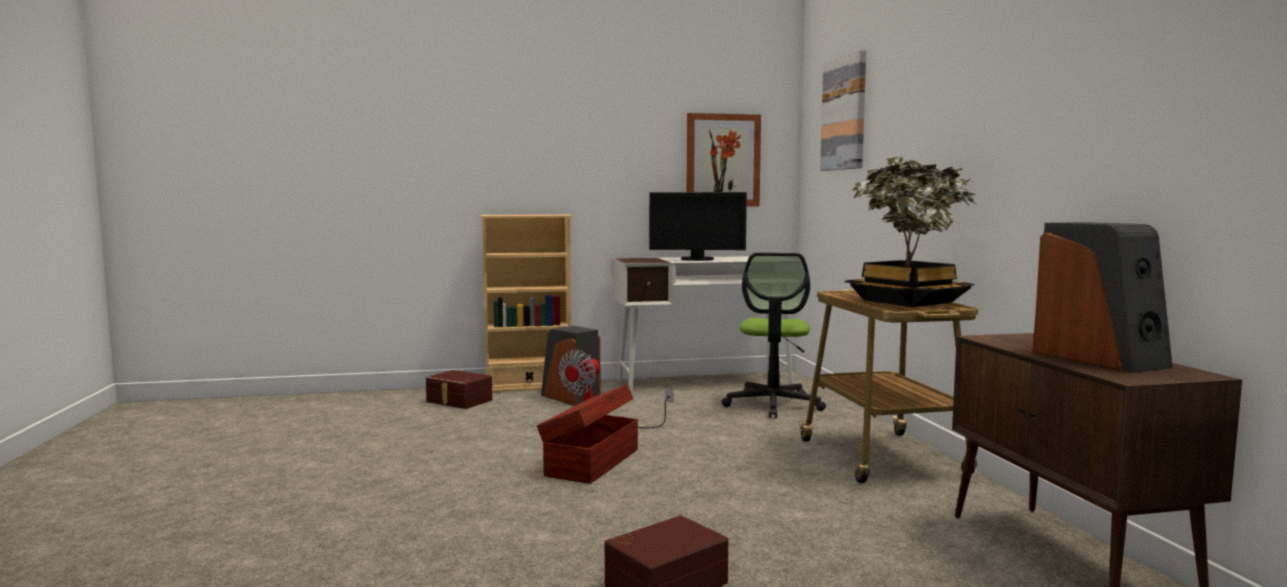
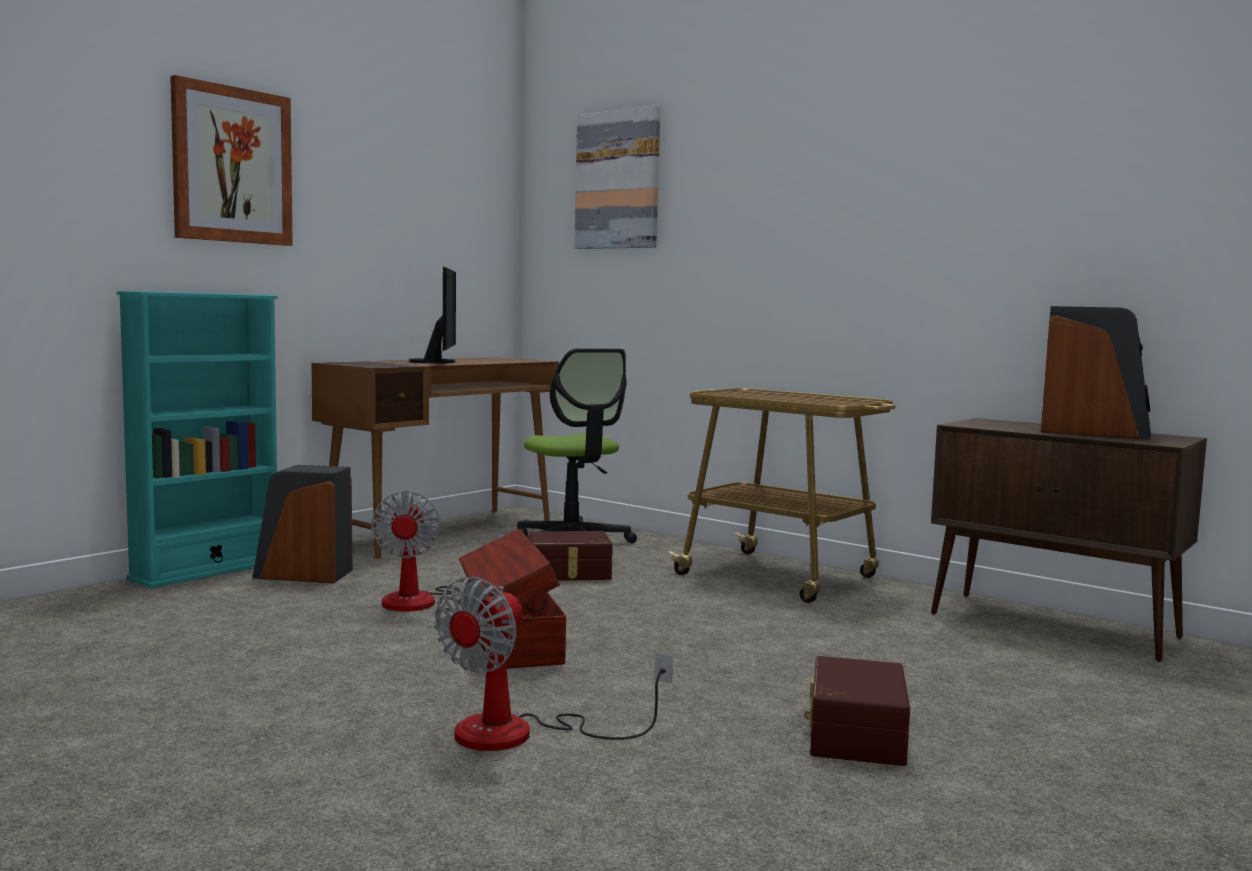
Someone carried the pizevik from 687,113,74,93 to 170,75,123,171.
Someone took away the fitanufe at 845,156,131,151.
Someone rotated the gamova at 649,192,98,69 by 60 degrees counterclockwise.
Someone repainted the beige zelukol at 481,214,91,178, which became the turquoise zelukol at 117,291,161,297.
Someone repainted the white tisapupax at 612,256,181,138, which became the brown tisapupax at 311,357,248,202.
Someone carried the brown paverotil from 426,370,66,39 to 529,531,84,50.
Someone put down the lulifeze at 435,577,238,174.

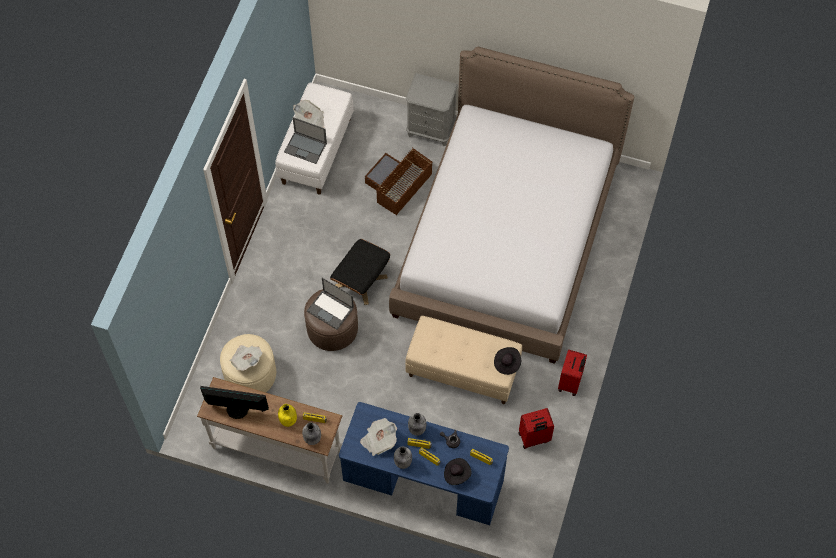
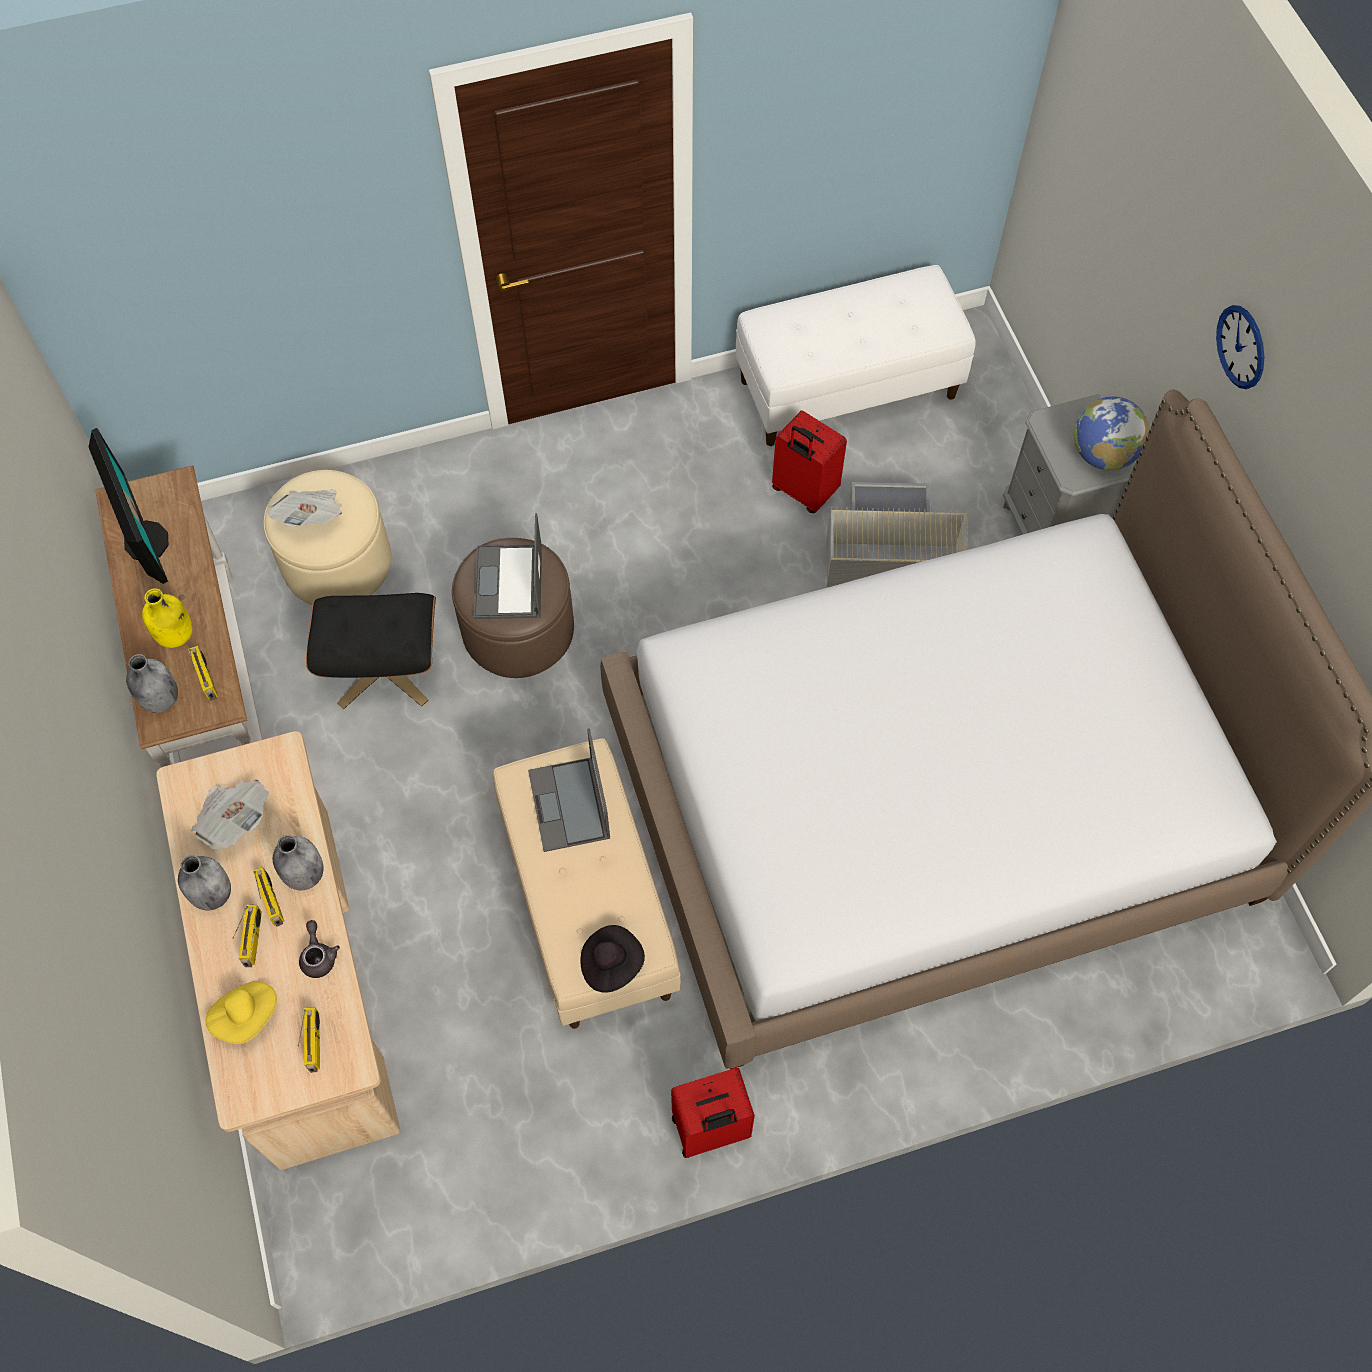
Someone took away the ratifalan at 293,100,31,28.
Someone carried the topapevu from 284,117,43,47 to 528,728,82,124.
Someone repainted the brown paverotil at 365,148,67,67, which became the grey paverotil at 826,482,142,105.
Someone carried the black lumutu from 330,239,60,66 to 306,593,130,116.
Someone repainted the blue tisapupax at 339,402,170,123, which became the beige tisapupax at 156,731,244,439.
Someone carried the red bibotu from 518,408,36,41 to 772,411,75,102.
Someone repainted the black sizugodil at 444,458,27,27, which became the yellow sizugodil at 205,981,72,63.
Someone put up the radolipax at 1216,305,48,84.
Someone put down the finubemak at 1074,397,75,73.

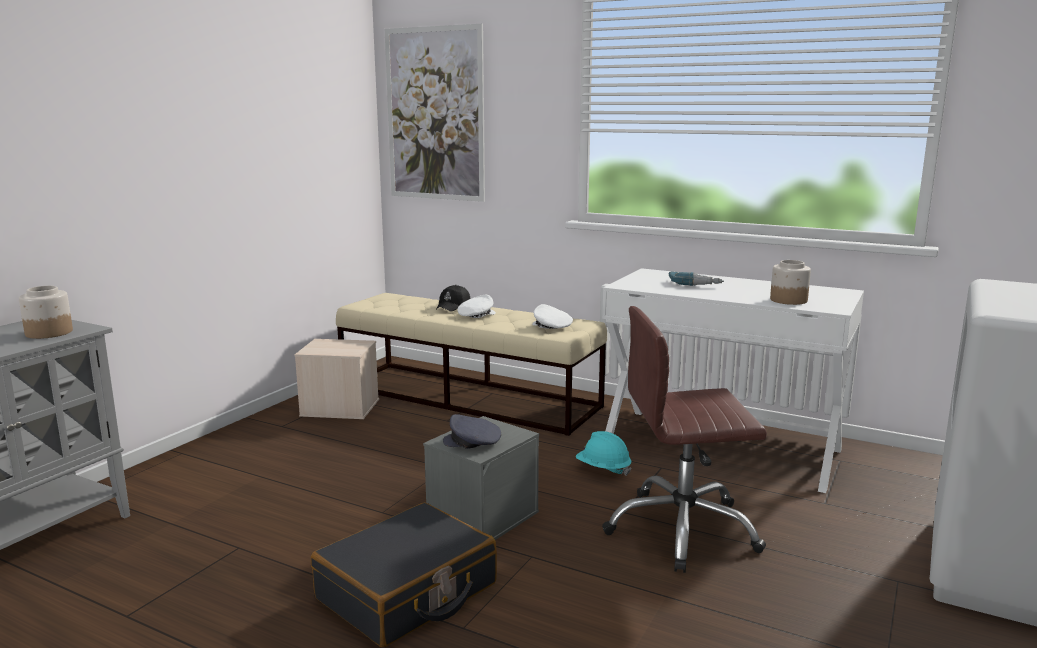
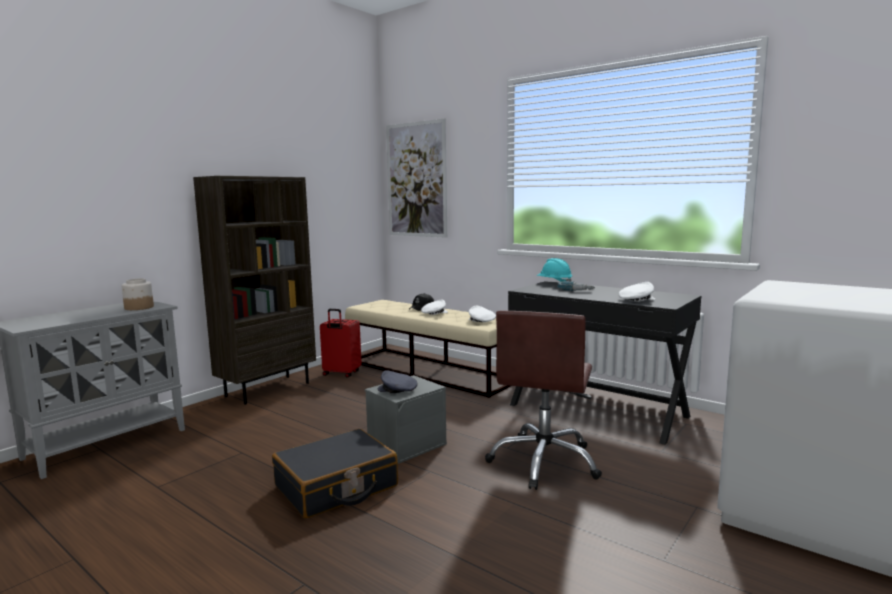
Someone swapped the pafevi at 770,260,41,45 for the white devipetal at 619,282,36,20.
Someone repainted the white tisapupax at 602,268,262,225, which became the black tisapupax at 508,281,193,164.
Someone rotated the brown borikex at 602,306,165,267 by 75 degrees counterclockwise.
Someone swapped the beige paverotil at 294,339,85,80 for the red bibotu at 320,309,42,69.
Someone carried the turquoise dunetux from 576,431,55,45 to 537,258,35,24.
Someone put down the brown zelukol at 193,176,123,229.

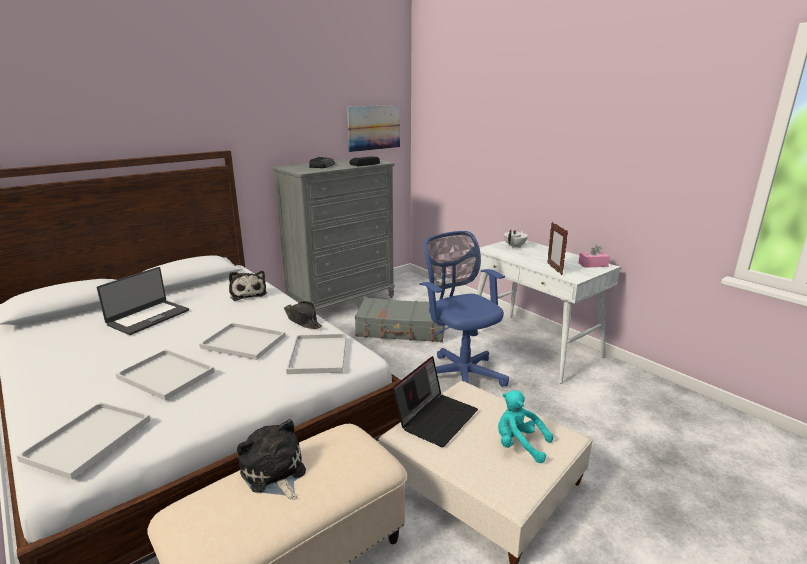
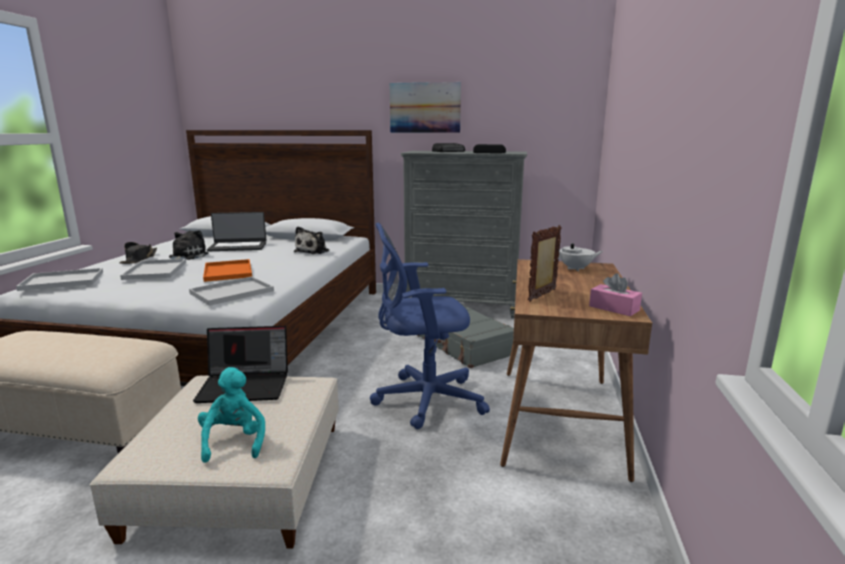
Someone carried the pizevik from 347,105,53,47 to 390,82,71,51.
Someone rotated the blue borikex at 420,231,89,156 by 120 degrees counterclockwise.
Someone repainted the white tisapupax at 476,240,144,143, which became the brown tisapupax at 500,259,152,223.
Someone carried the black sizugodil from 284,301,38,28 to 119,242,38,22.
Someone repainted the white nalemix at 199,323,87,37, which became the orange nalemix at 203,259,49,23.
Someone carried the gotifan from 237,419,69,81 to 169,230,40,30.

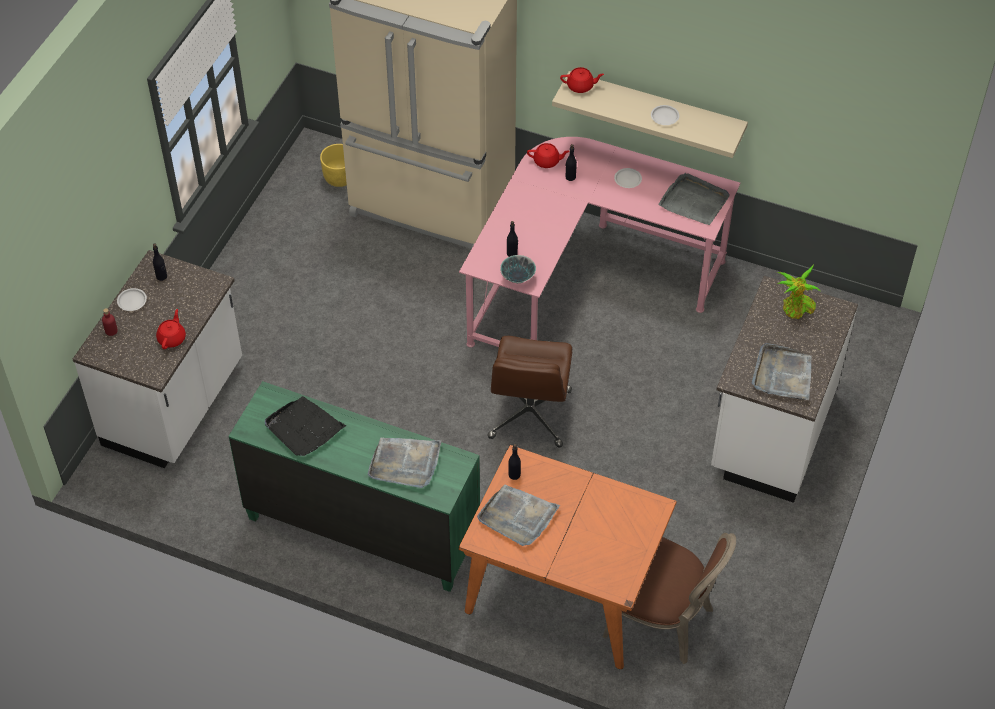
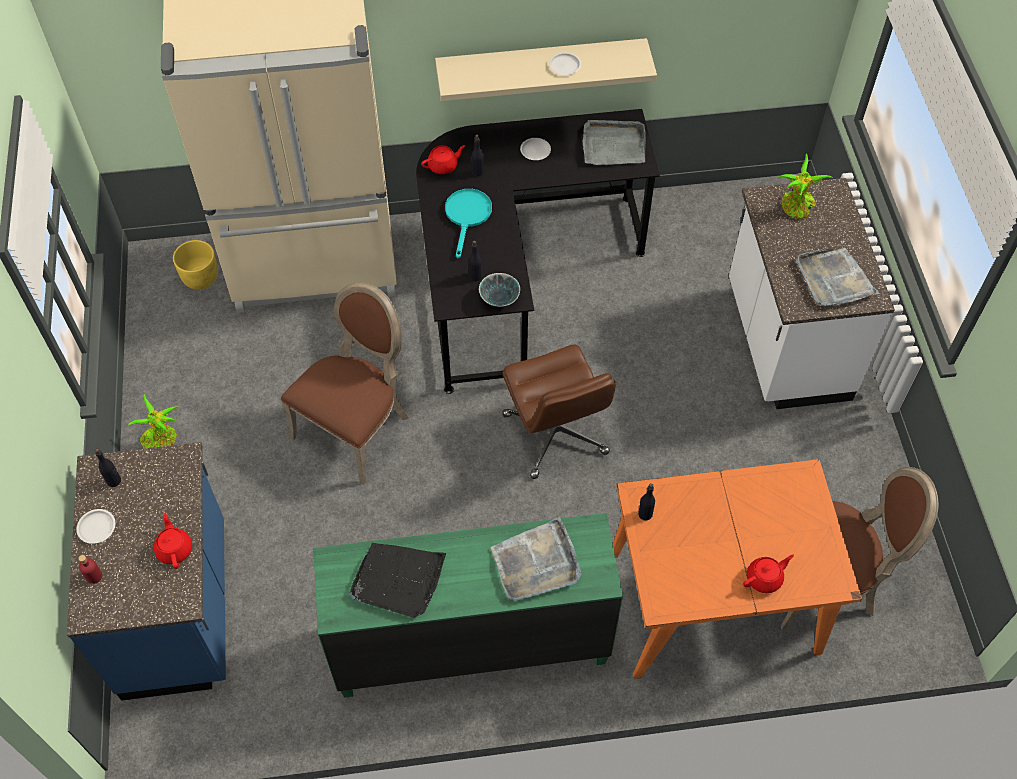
Someone carried the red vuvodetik from 560,67,44,26 to 743,555,51,38.
Someone repainted the pink tisapupax at 459,137,281,210, which became the black tisapupax at 416,109,244,285.
Someone repainted the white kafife at 73,250,169,218, which became the blue kafife at 67,442,159,259.
Someone took away the grey nalemix at 477,485,83,61.
Someone put down the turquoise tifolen at 445,189,47,69.
Someone put down the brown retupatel at 281,282,128,203.
Someone put down the fitanufe at 128,394,50,55.

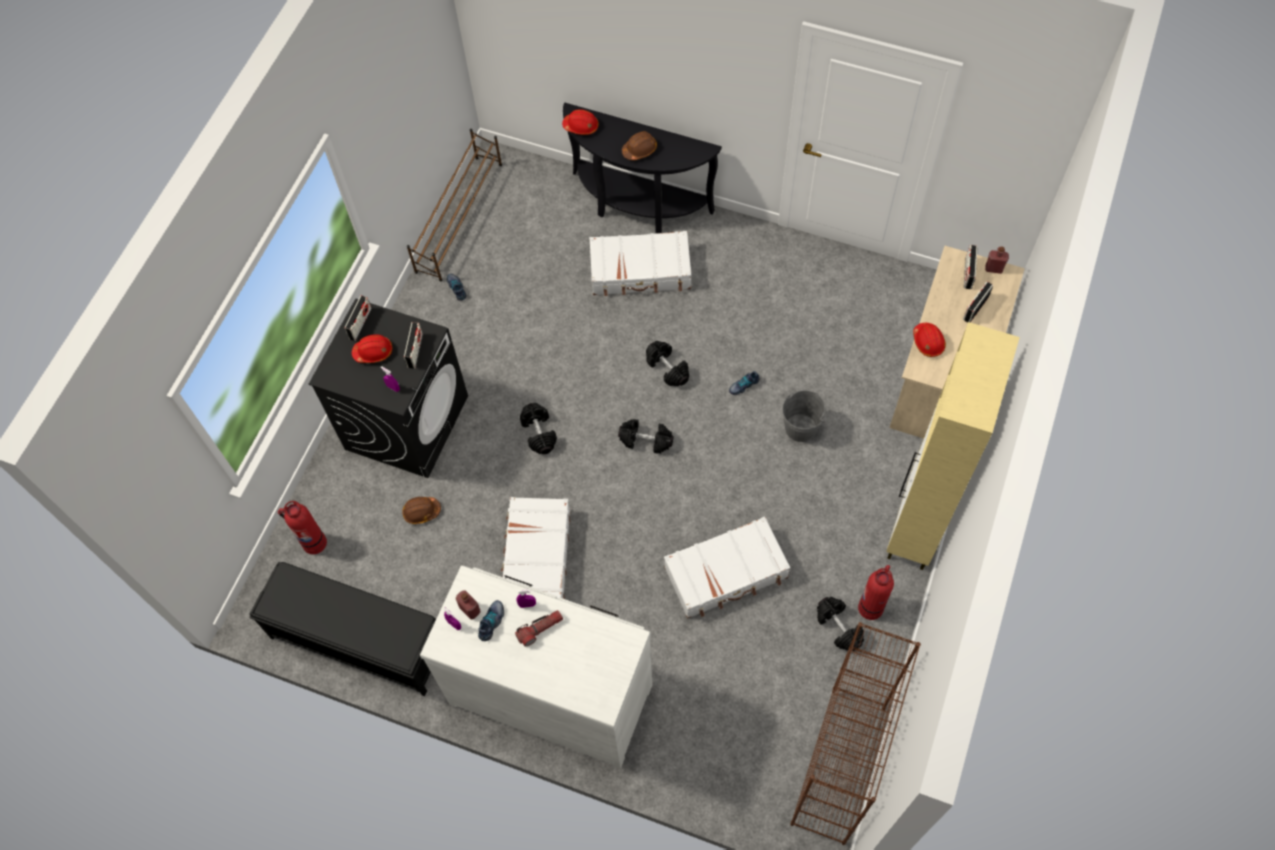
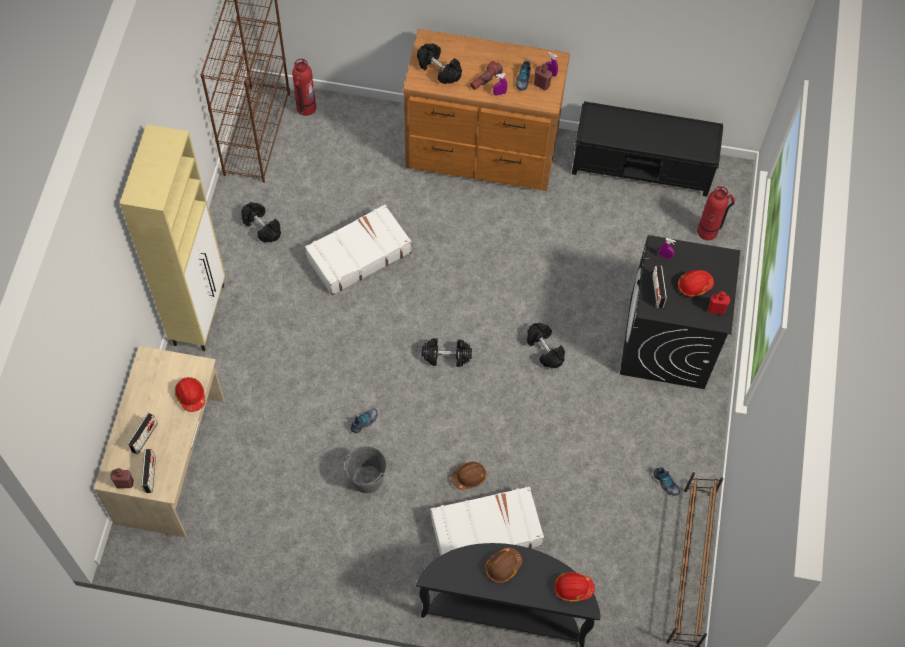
Someone swapped the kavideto at 344,296,28,45 for the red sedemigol at 708,291,22,24.
Someone carried the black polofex from 646,341,43,46 to 417,43,45,41.
Someone carried the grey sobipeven from 782,390,44,52 to 345,446,42,47.
Someone carried the brown dunetux from 402,497,39,27 to 451,462,36,28.
Someone took away the white bibotu at 501,497,70,102.
Someone repainted the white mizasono at 420,565,232,204, which became the brown mizasono at 403,29,167,162.
Someone carried the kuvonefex from 858,565,36,55 to 292,59,24,57.

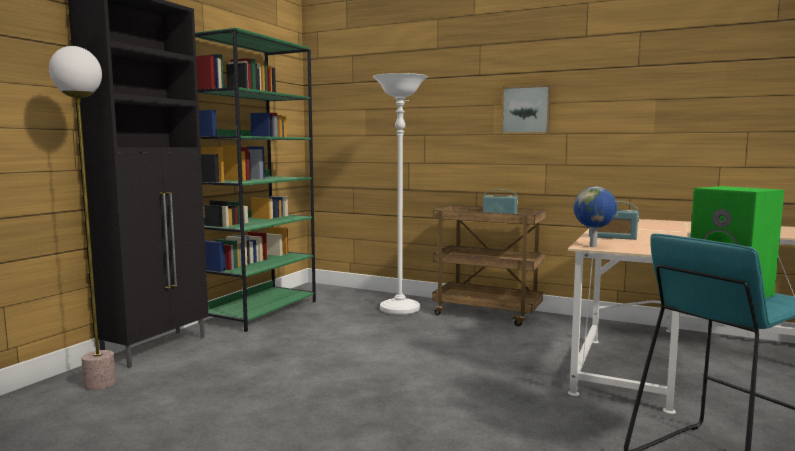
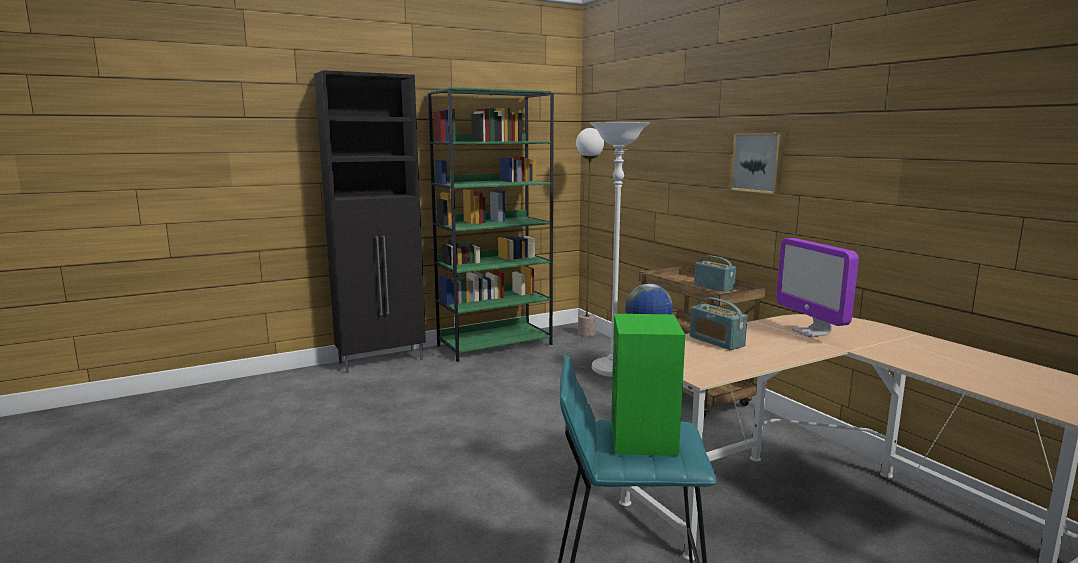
Someone carried the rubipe from 49,46,67,345 to 576,128,28,209.
Someone put down the gamova at 776,238,83,99.

